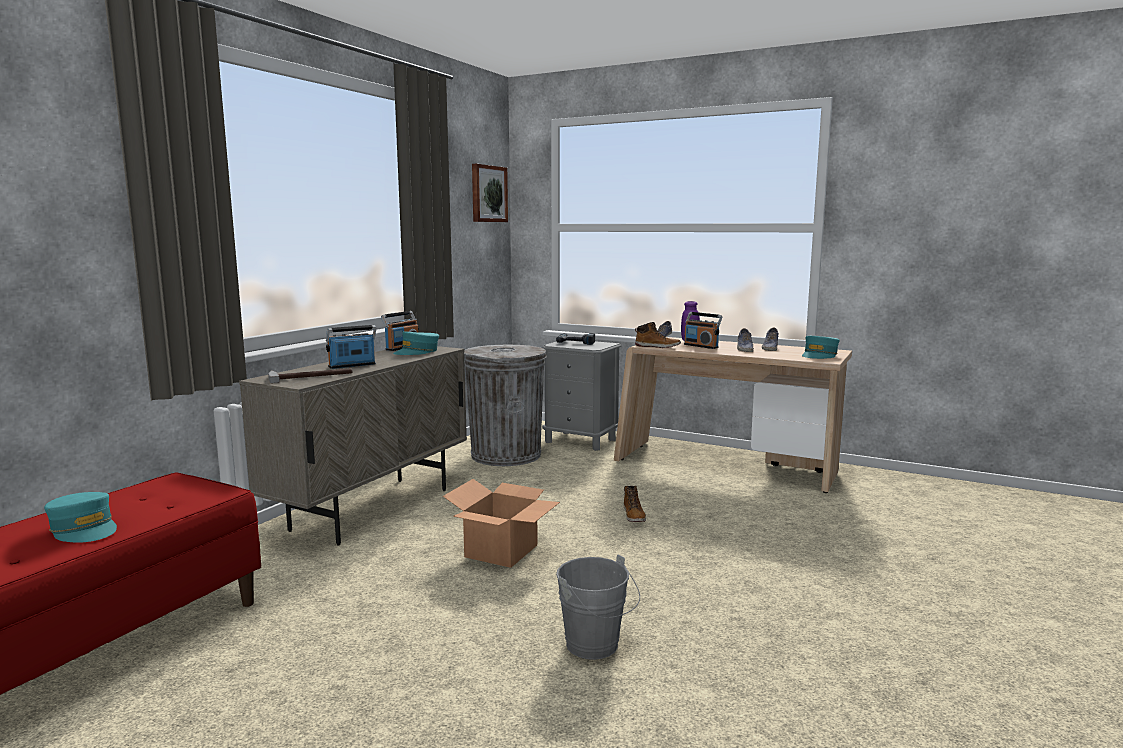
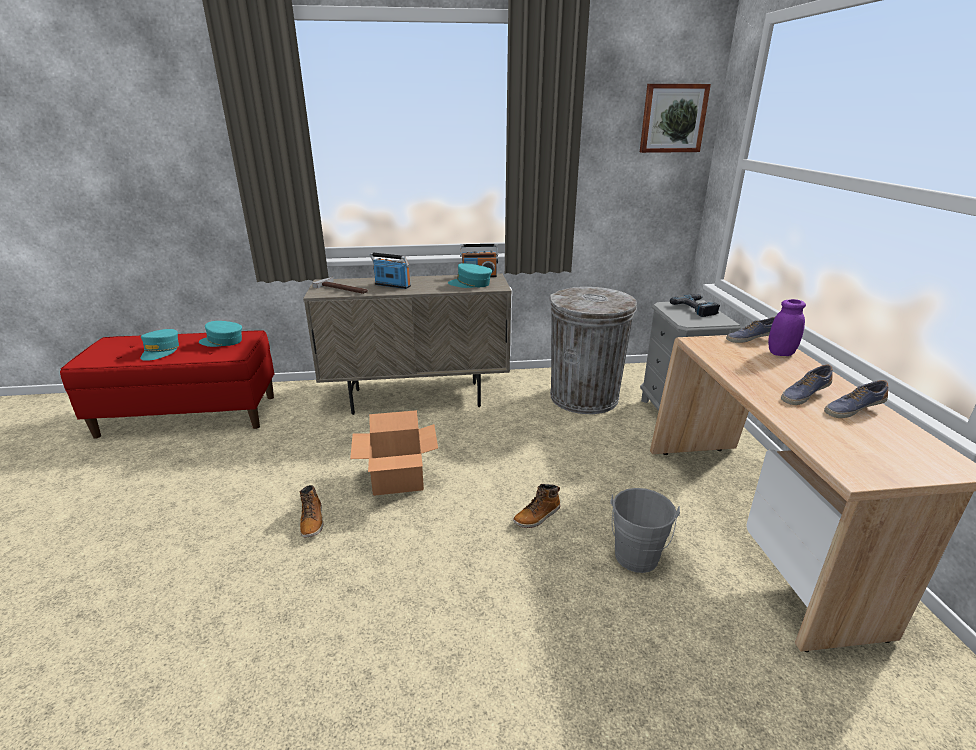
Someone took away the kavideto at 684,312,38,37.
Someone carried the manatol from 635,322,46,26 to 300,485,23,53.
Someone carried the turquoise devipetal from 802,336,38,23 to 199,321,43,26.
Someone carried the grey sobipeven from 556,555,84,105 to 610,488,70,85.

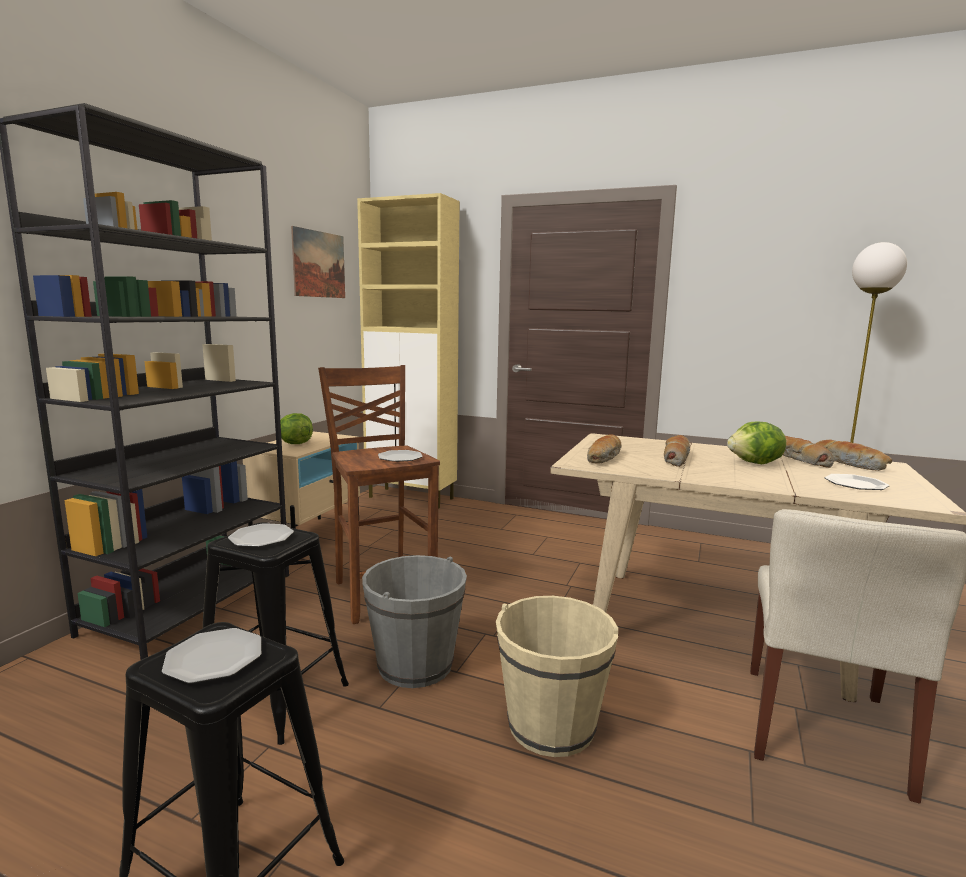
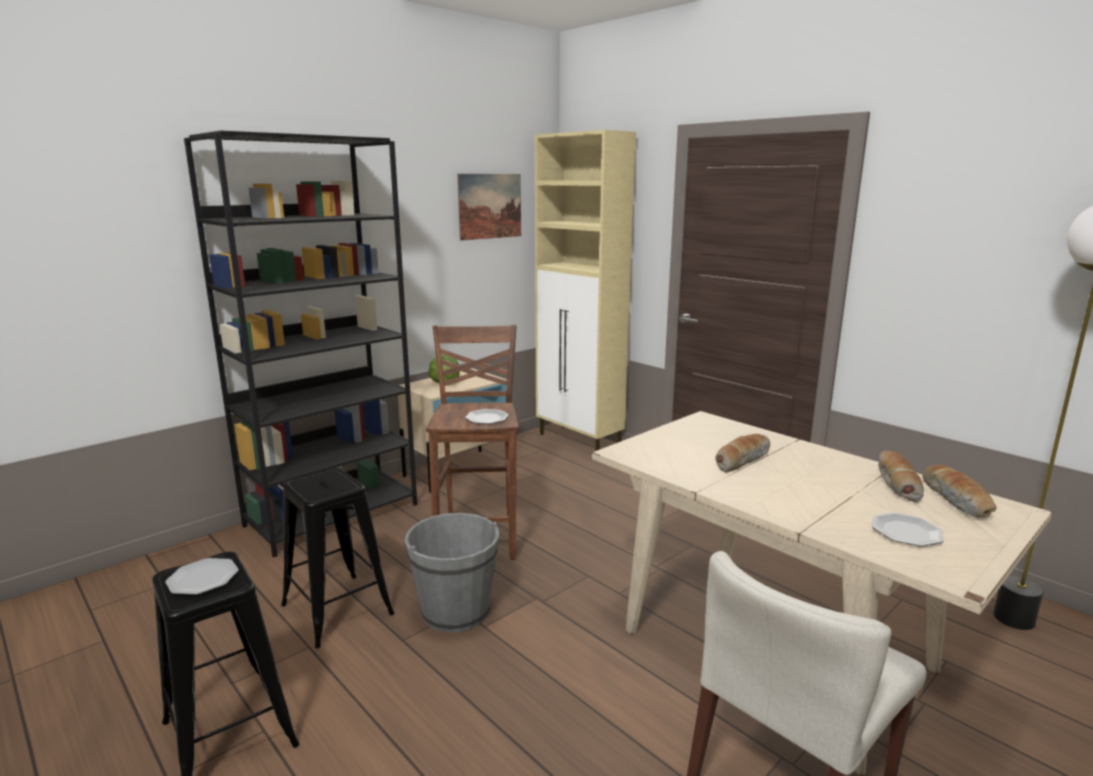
Someone took away the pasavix at 727,421,59,43.
Someone took away the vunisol at 587,434,34,29.
Someone took away the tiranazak at 228,523,66,24.
Someone took away the beige sobipeven at 496,596,122,161.

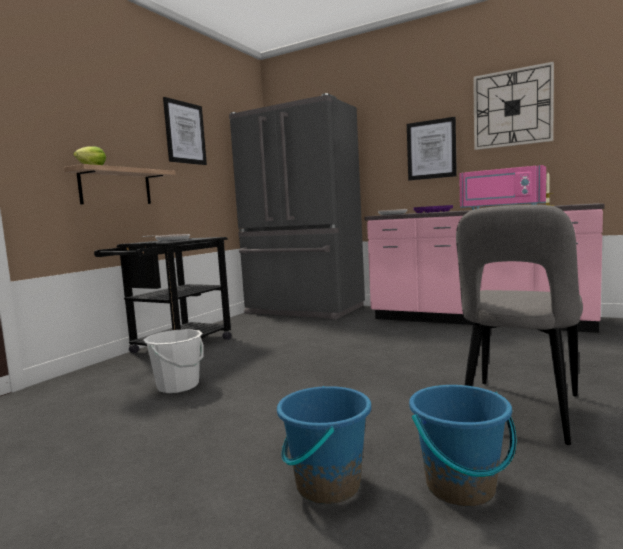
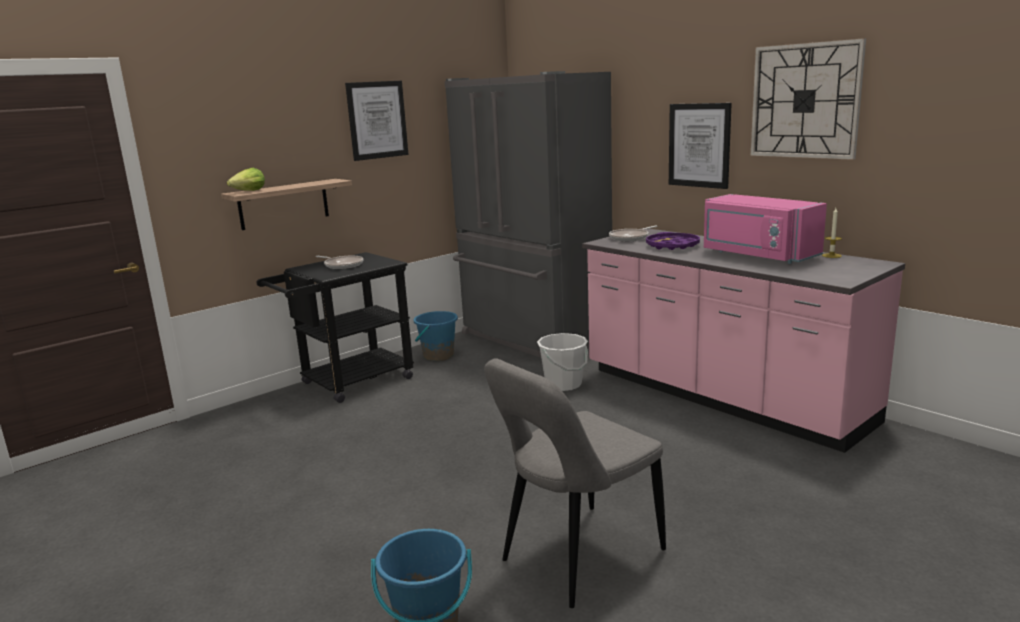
Someone carried the white sobipeven from 143,329,61,64 to 537,333,51,58.
Someone carried the blue sobipeven from 277,386,94,118 to 413,311,45,50.

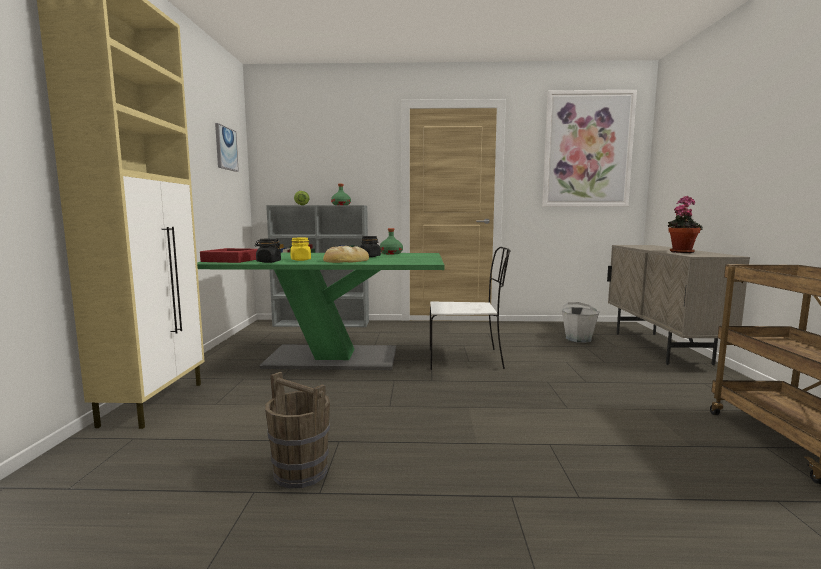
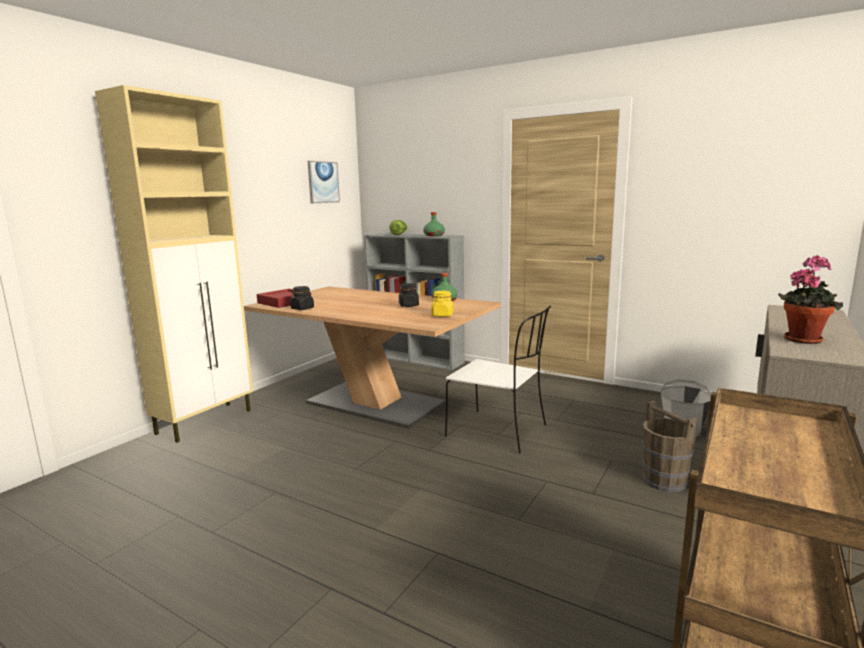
Someone took away the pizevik at 542,90,95,117.
Someone carried the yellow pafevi from 290,238,21,23 to 431,291,23,26.
Someone took away the vunisol at 323,246,46,17.
Someone repainted the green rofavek at 197,253,248,117, which became the brown rofavek at 244,287,257,142.
Someone carried the brown sobipeven from 265,372,65,116 to 642,401,55,91.

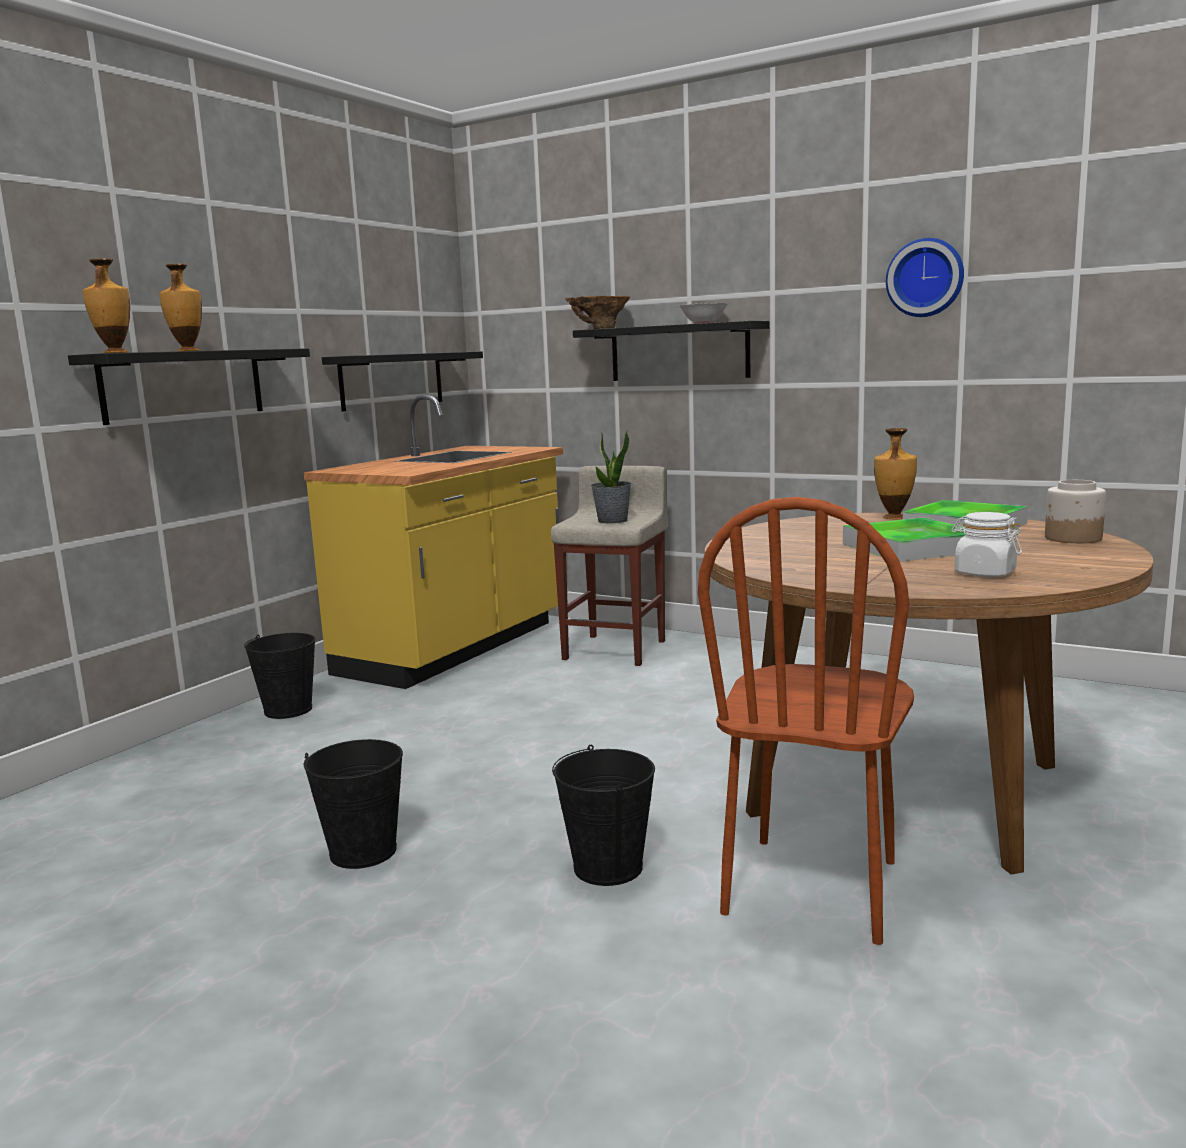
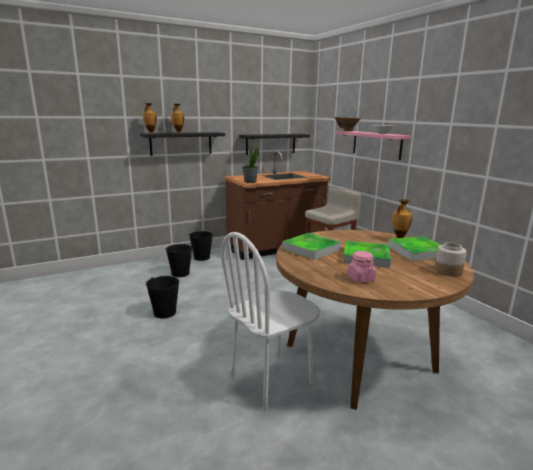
Someone took away the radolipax at 886,238,78,79.
Someone repainted the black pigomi at 573,321,196,60, which became the pink pigomi at 335,131,76,29.
Someone repainted the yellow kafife at 304,395,259,294, which became the brown kafife at 225,151,106,109.
Someone carried the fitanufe from 591,430,41,93 to 242,146,17,37.
Someone repainted the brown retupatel at 698,497,216,448, which became the white retupatel at 221,232,99,179.
Someone repainted the white pafevi at 952,512,70,65, which became the pink pafevi at 347,251,29,32.
Someone carried the black sobipeven from 552,745,103,141 to 166,243,26,34.
Someone put down the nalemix at 282,233,59,27.

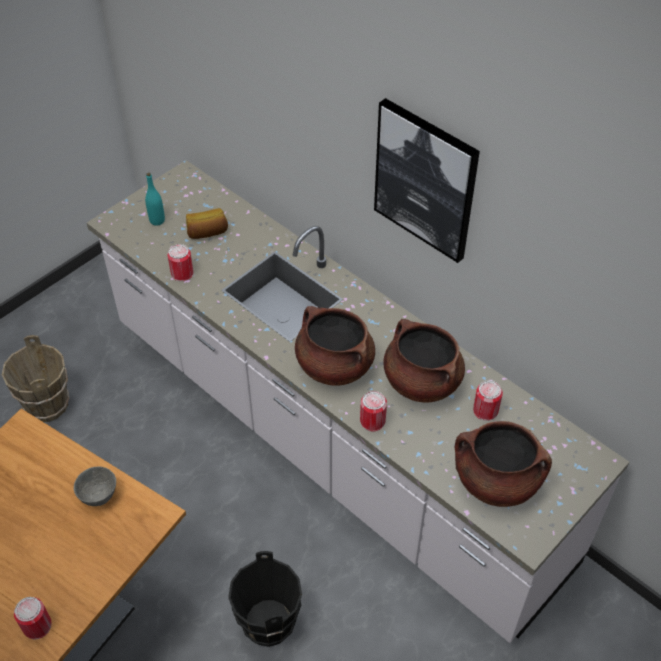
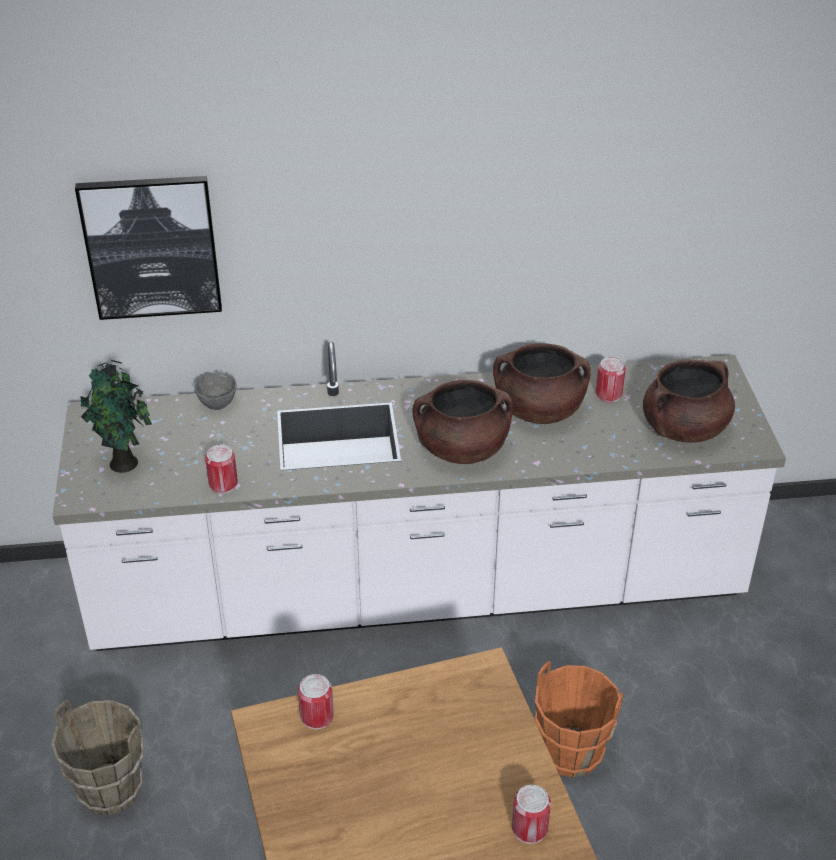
Someone carried the pizevik from 374,98,106,165 to 75,176,147,144.
Someone swapped the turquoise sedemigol at 145,173,20,53 for the fitanufe at 81,360,71,113.
Someone took away the vunisol at 186,208,42,31.
Someone carried the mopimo from 360,391,27,41 to 298,674,36,55.
Someone carried the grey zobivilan from 74,466,42,40 to 194,372,42,38.
Someone repainted the black sobipeven at 228,551,74,96, which became the orange sobipeven at 535,661,89,117.

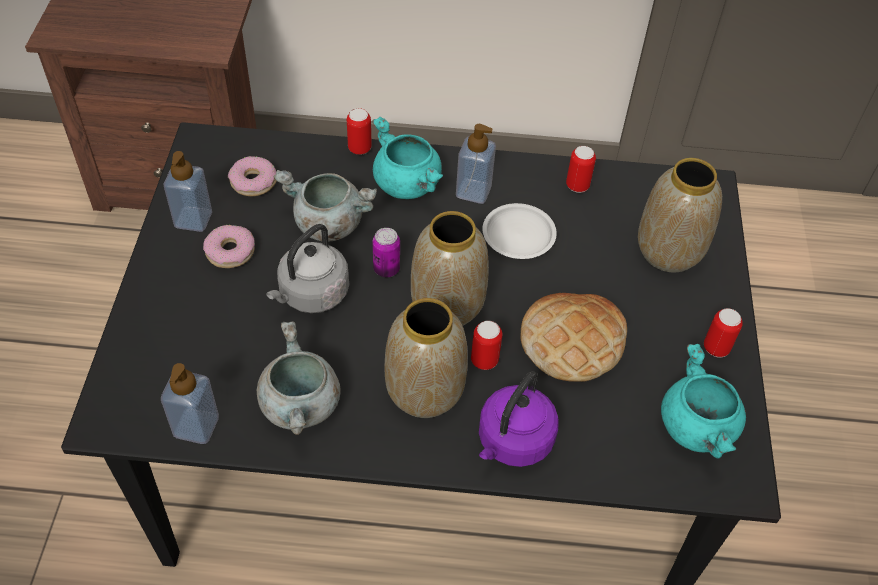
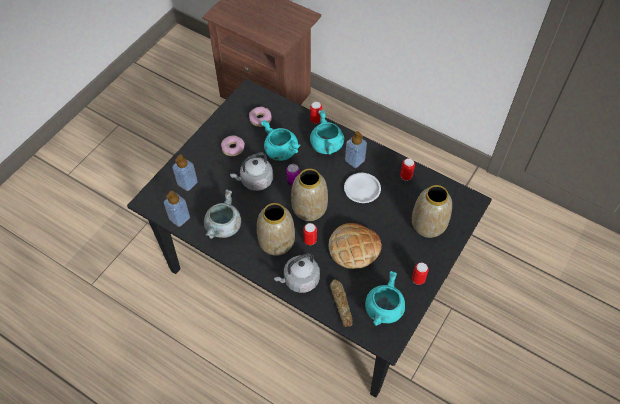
Someone carried the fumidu from 164,151,48,81 to 172,154,26,37.
Someone repainted the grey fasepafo at 274,170,103,71, which became the turquoise fasepafo at 261,120,39,41.
Someone repainted the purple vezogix at 479,371,80,96, which became the grey vezogix at 274,253,46,40.
Someone put down the vunisol at 330,279,23,48.

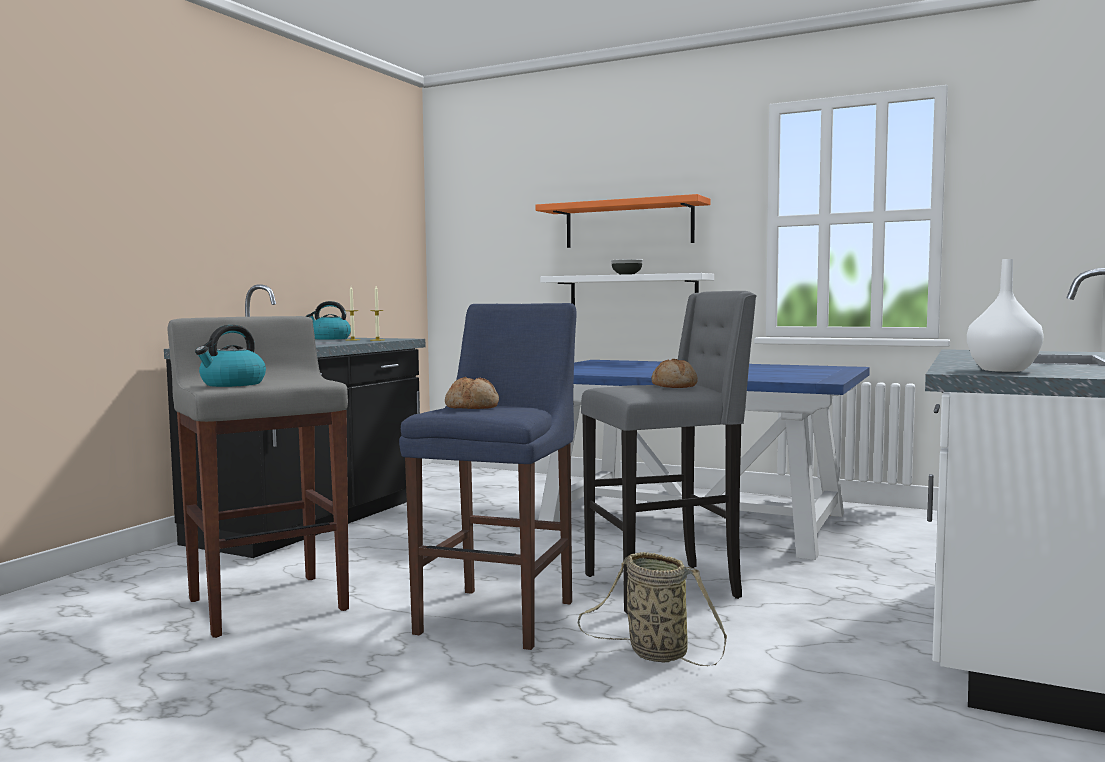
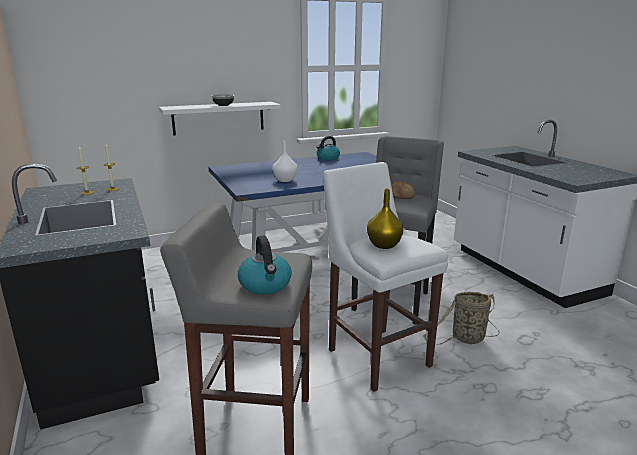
Someone took away the orange pigomi at 536,194,174,54.
Someone carried the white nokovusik from 967,259,77,113 to 273,140,24,42.
Someone carried the vezogix from 306,301,45,39 to 317,136,23,24.
Someone repainted the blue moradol at 399,303,177,347, which became the white moradol at 323,162,125,230.
Someone swapped the vunisol at 445,377,54,32 for the yellow nokovusik at 367,189,37,60.

